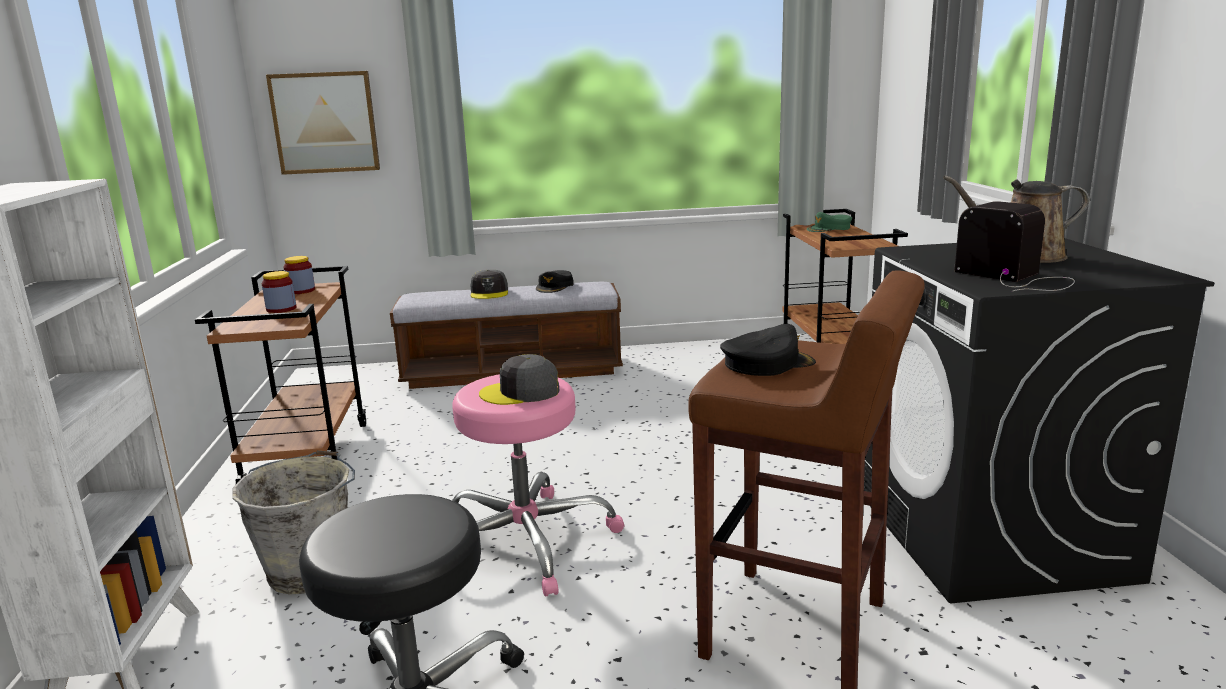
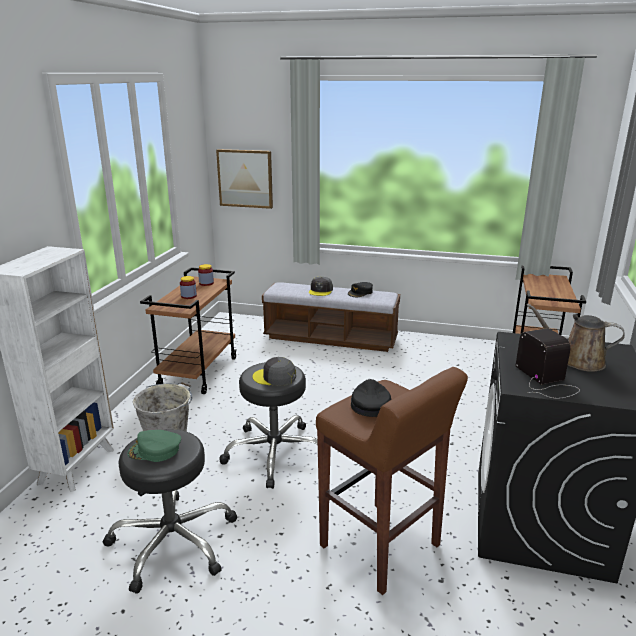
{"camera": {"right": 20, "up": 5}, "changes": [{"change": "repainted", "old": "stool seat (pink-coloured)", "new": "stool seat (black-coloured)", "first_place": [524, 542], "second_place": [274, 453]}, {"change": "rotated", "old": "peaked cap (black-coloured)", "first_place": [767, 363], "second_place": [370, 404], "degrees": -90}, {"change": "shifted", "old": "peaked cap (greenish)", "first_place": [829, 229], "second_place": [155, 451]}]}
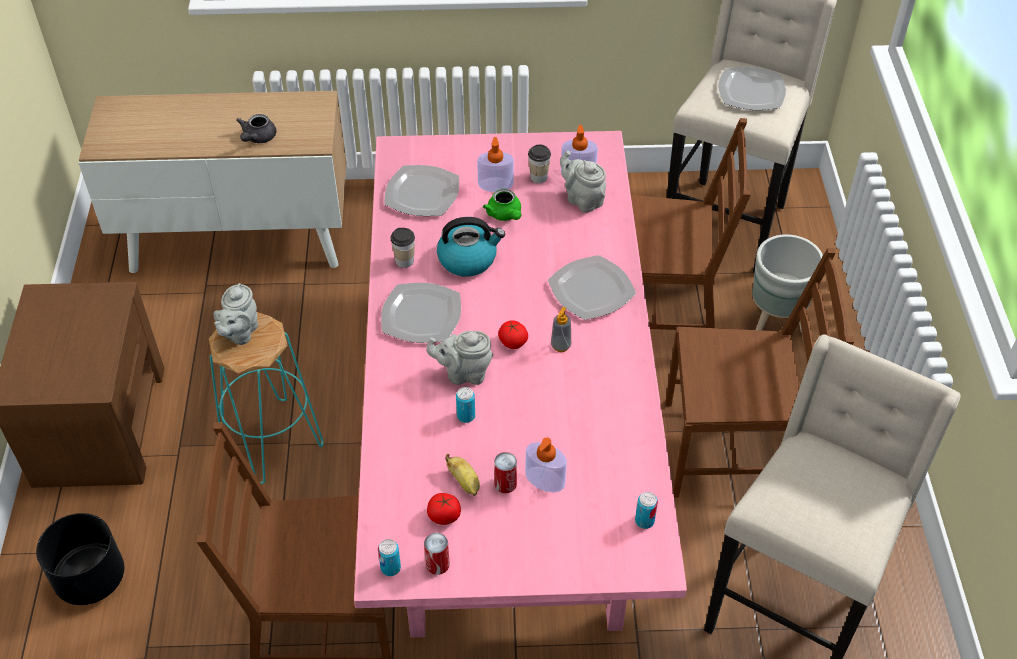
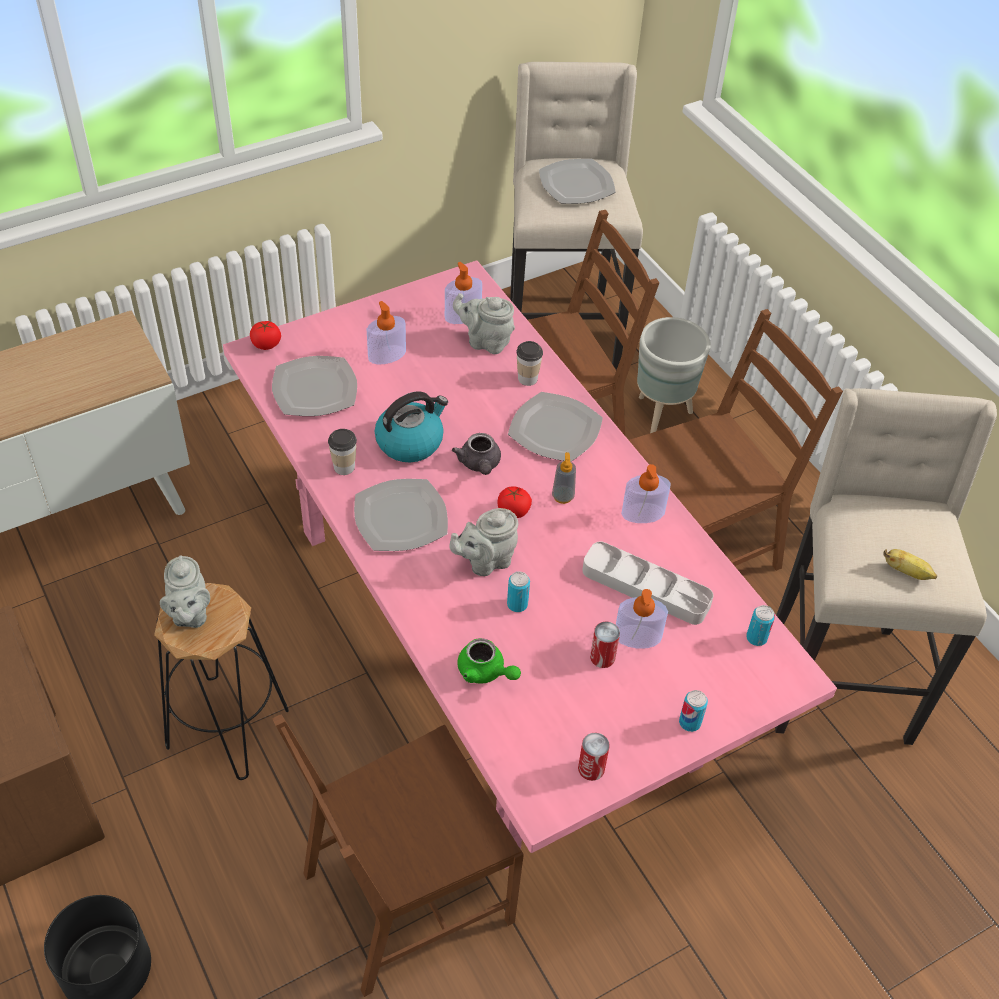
{"camera": {"right": -30, "up": 0}, "changes": [{"change": "repainted", "old": "stool seat (turquoise)", "new": "stool seat (black-coloured)", "first_place": [272, 440], "second_place": [228, 726]}, {"change": "shifted", "old": "teapot (gray)", "first_place": [257, 138], "second_place": [479, 464]}, {"change": "shifted", "old": "metal can", "first_place": [390, 568], "second_place": [689, 722]}, {"change": "shifted", "old": "tomato", "first_place": [444, 516], "second_place": [266, 344]}, {"change": "shifted", "old": "banana", "first_place": [465, 482], "second_place": [907, 572]}, {"change": "shifted", "old": "teapot (greenish)", "first_place": [505, 215], "second_place": [485, 672]}, {"change": "shifted", "old": "drinking cup", "first_place": [538, 177], "second_place": [527, 378]}, {"change": "new", "new": "carrying tray (gray)", "second_place": [645, 587]}, {"change": "new", "new": "soap dispenser", "second_place": [643, 513]}]}
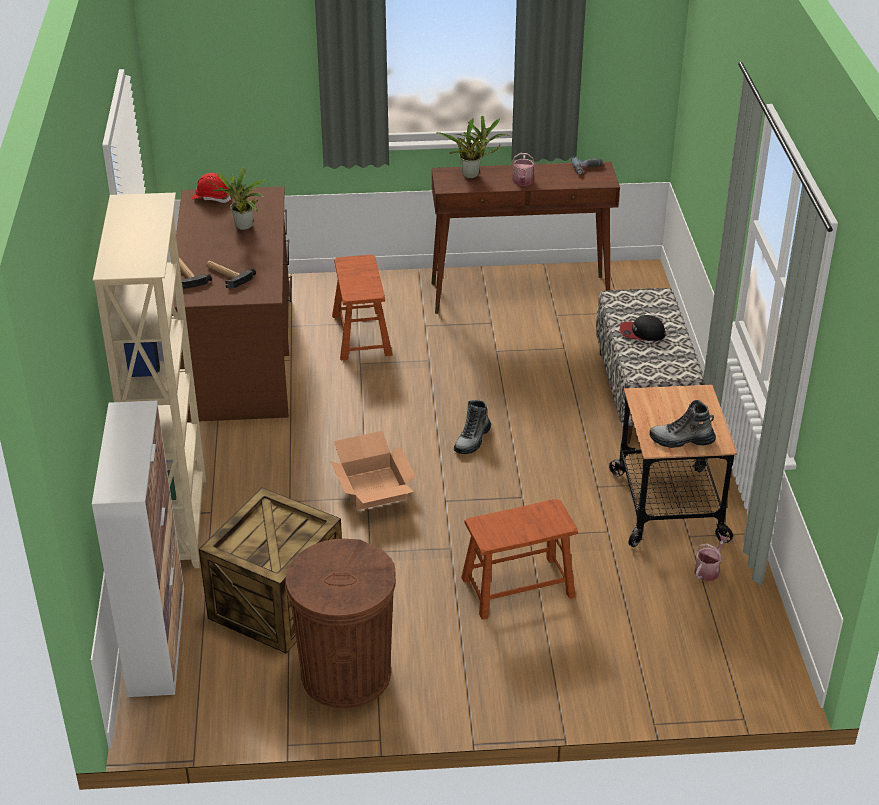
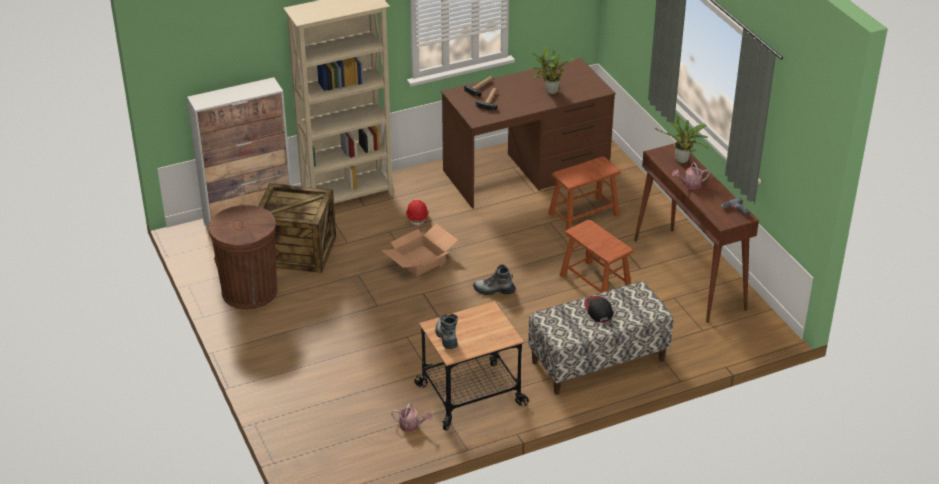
{"camera": {"right": 70, "up": 0}, "changes": [{"change": "shifted", "old": "work helmet (reddish)", "first_place": [212, 198], "second_place": [417, 217]}, {"change": "shifted", "old": "stool seat (brownish)", "first_place": [518, 587], "second_place": [595, 283]}]}
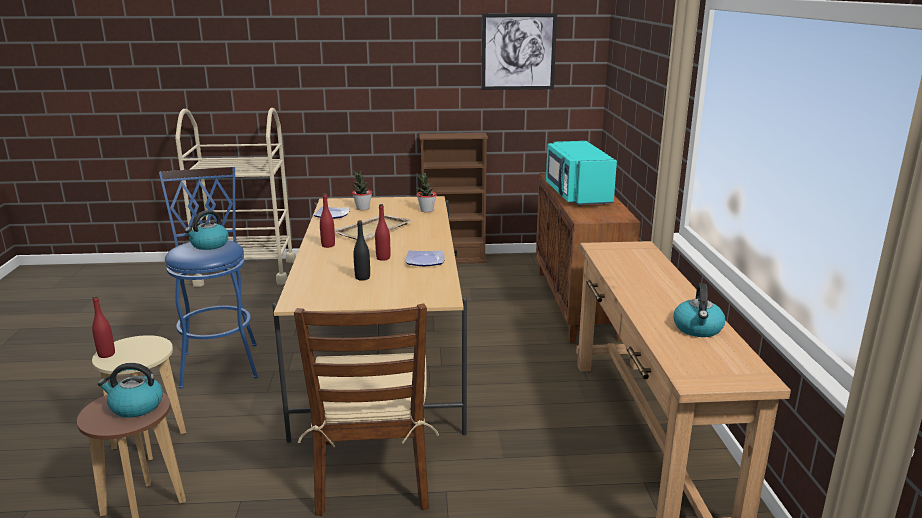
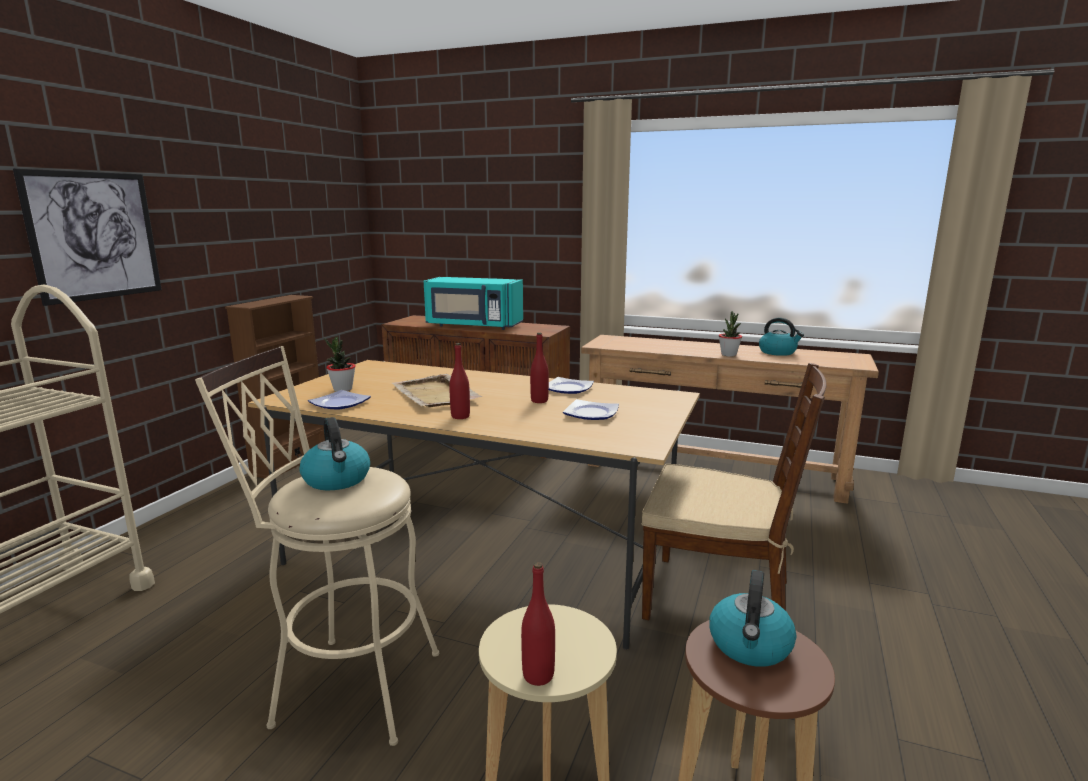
{"camera": {"right": -65, "up": -5}, "changes": [{"change": "repainted", "old": "stool seat (blue-coloured)", "new": "stool seat (sand-coloured)", "first_place": [220, 361], "second_place": [345, 685]}, {"change": "swapped", "old": "beverage bottle (black-coloured)", "new": "dinner plate", "first_place": [362, 278], "second_place": [591, 414]}, {"change": "shifted", "old": "potted plant", "first_place": [426, 210], "second_place": [728, 355]}, {"change": "shifted", "old": "wall art", "first_place": [518, 52], "second_place": [94, 236]}]}
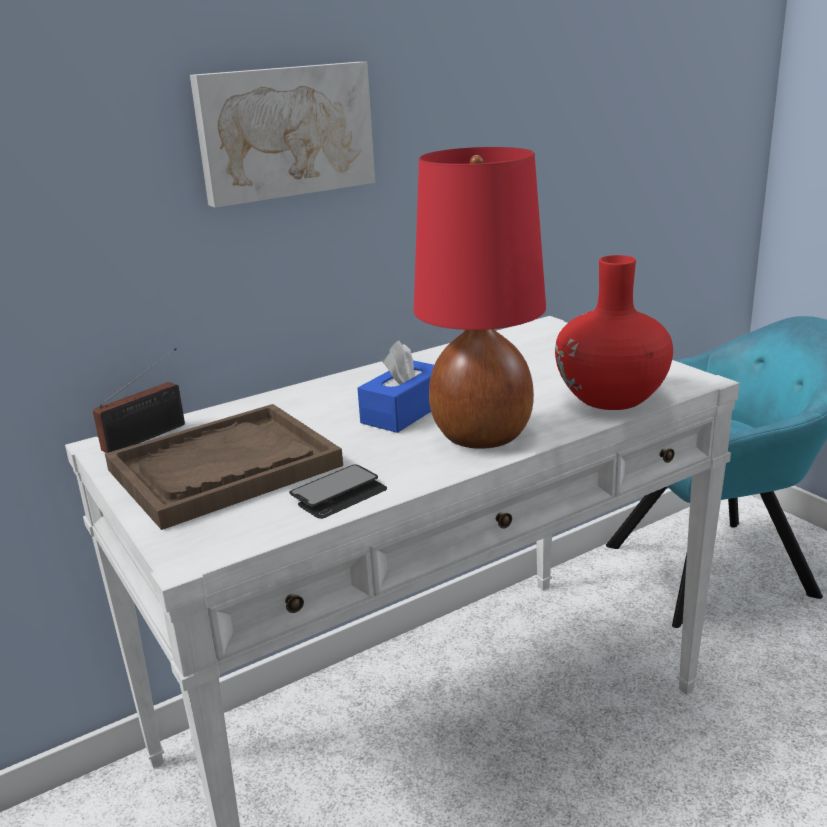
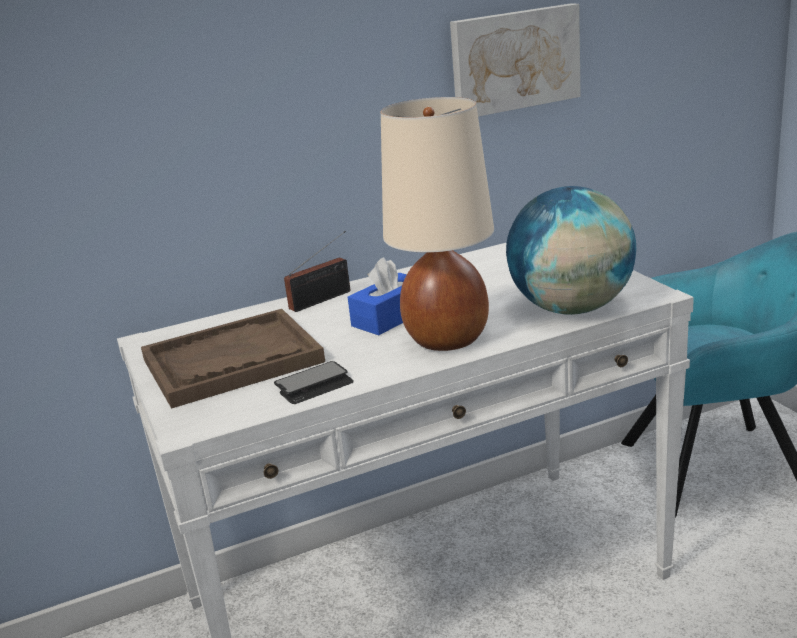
{"camera": {"right": 10, "up": 0}, "changes": [{"change": "shifted", "old": "radio receiver", "first_place": [149, 436], "second_place": [324, 299]}, {"change": "shifted", "old": "wall art", "first_place": [284, 131], "second_place": [514, 60]}, {"change": "repainted", "old": "table lamp (reddish)", "new": "table lamp (sand-coloured)", "first_place": [482, 436], "second_place": [447, 340]}, {"change": "swapped", "old": "decorative vase (reddish)", "new": "desk globe", "first_place": [610, 398], "second_place": [571, 309]}]}
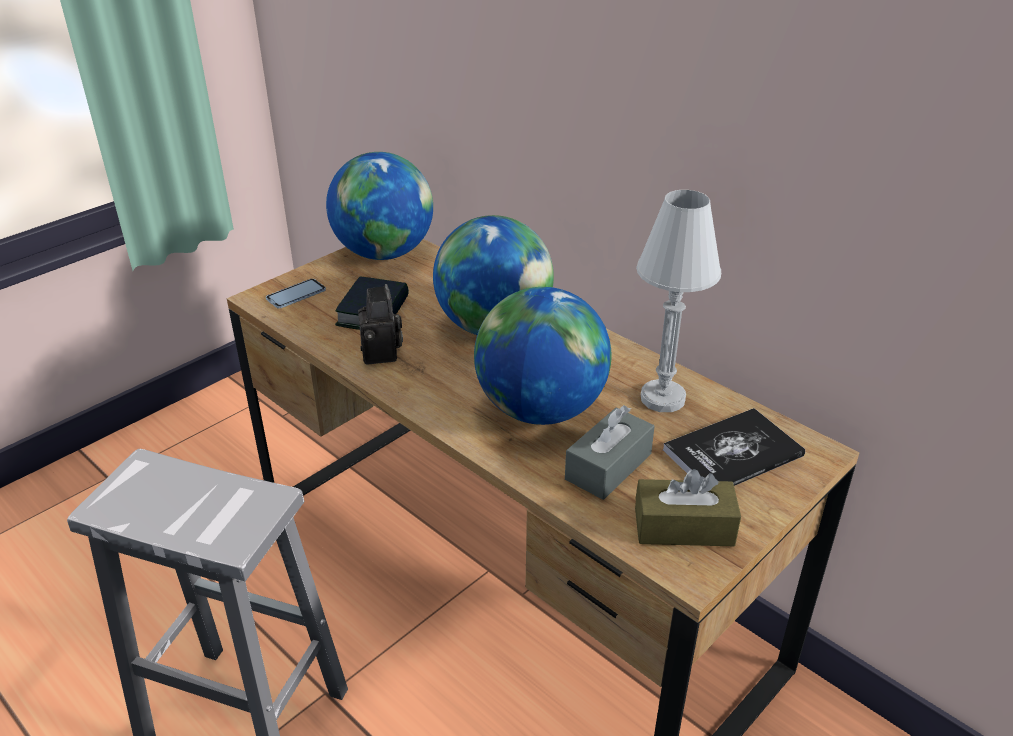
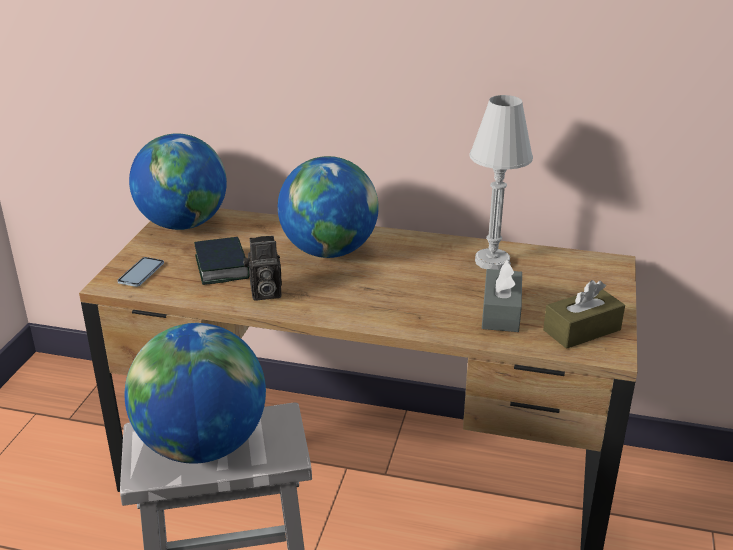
{"camera": {"right": -30, "up": -5}, "changes": [{"change": "rotated", "old": "still camera", "first_place": [382, 355], "second_place": [264, 293], "degrees": 120}, {"change": "shifted", "old": "desk globe", "first_place": [540, 410], "second_place": [202, 445]}, {"change": "gone", "old": "volume", "first_place": [733, 453]}]}
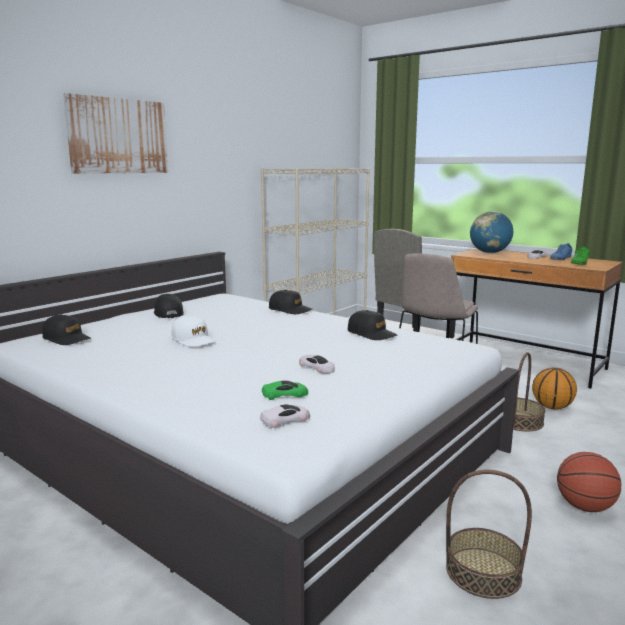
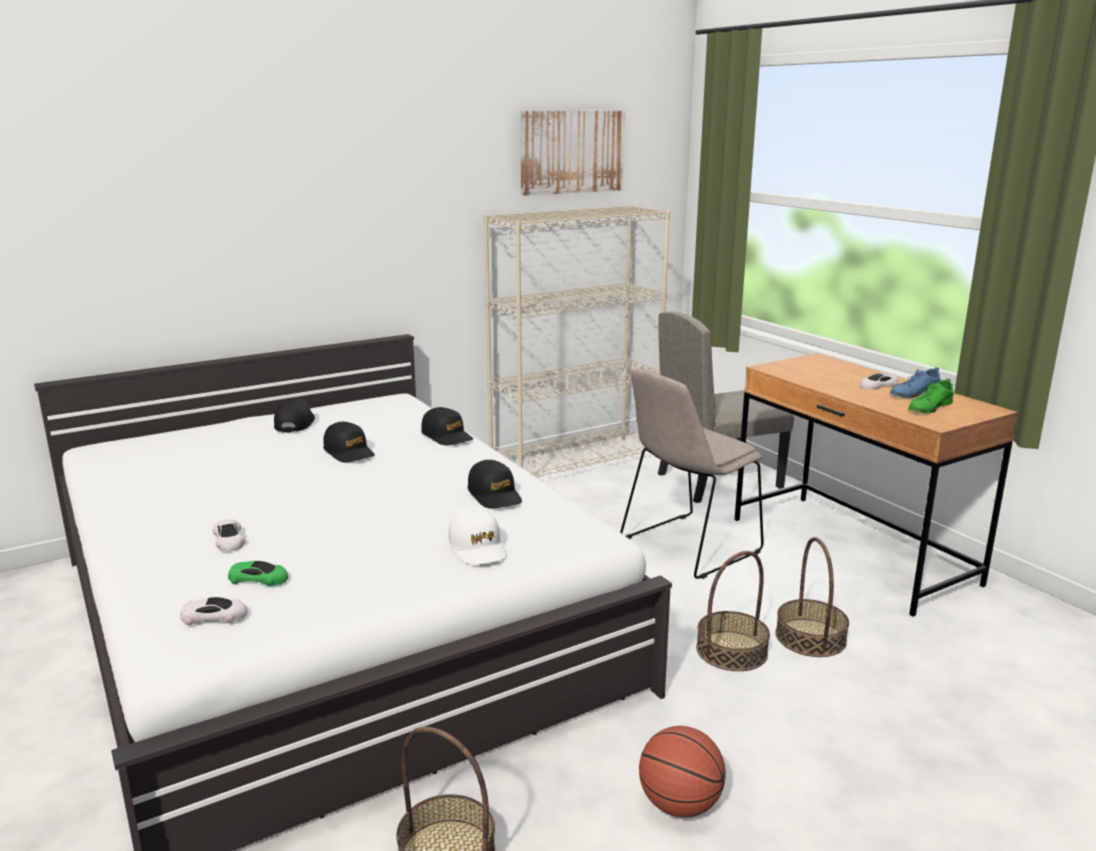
{"camera": {"right": 20, "up": 5}, "changes": [{"change": "shifted", "old": "peaked cap (black-coloured)", "first_place": [67, 339], "second_place": [349, 452]}, {"change": "shifted", "old": "wall art", "first_place": [118, 136], "second_place": [571, 152]}, {"change": "shifted", "old": "peaked cap (whitish)", "first_place": [193, 340], "second_place": [478, 547]}, {"change": "shifted", "old": "model car (whitish)", "first_place": [317, 367], "second_place": [229, 540]}, {"change": "gone", "old": "desk globe", "first_place": [489, 253]}, {"change": "swapped", "old": "basketball ball", "new": "basket", "first_place": [552, 407], "second_place": [810, 637]}]}
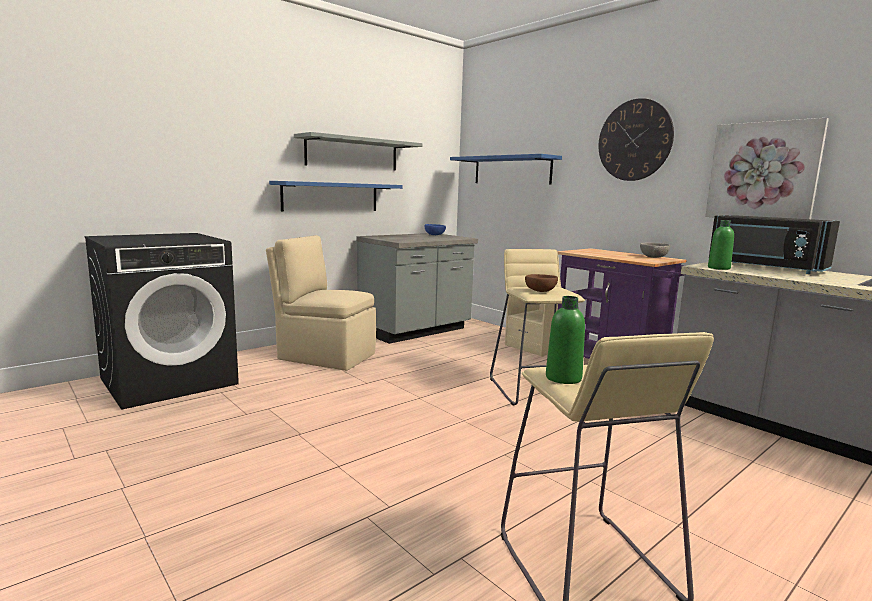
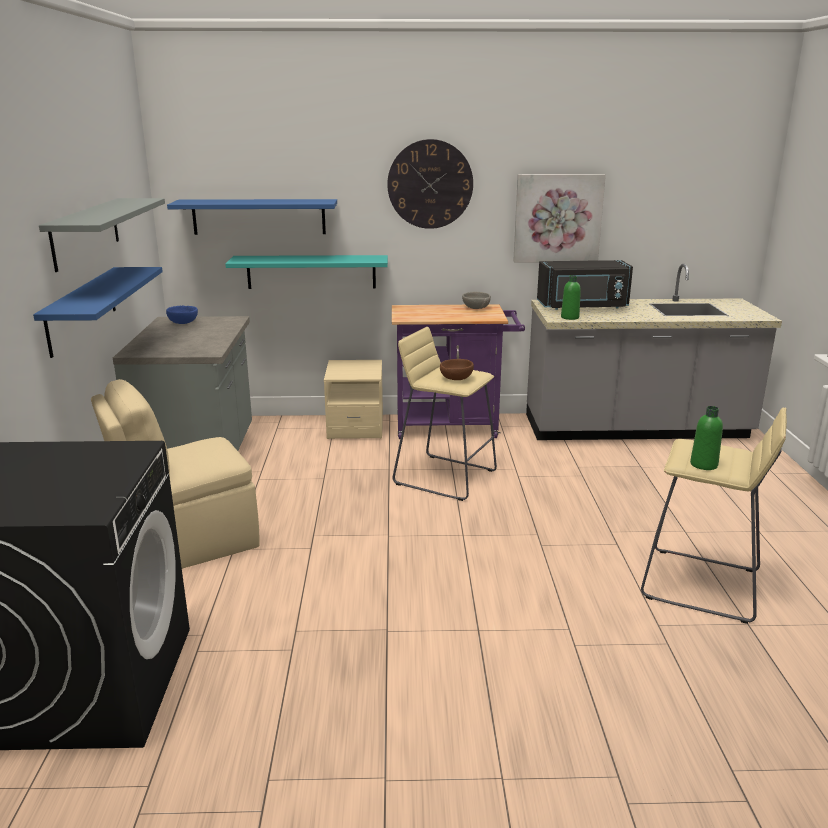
{"camera": {"right": -50, "up": 10}, "changes": [{"change": "new", "new": "bracket shelf (turquoise)", "second_place": [311, 272]}]}
